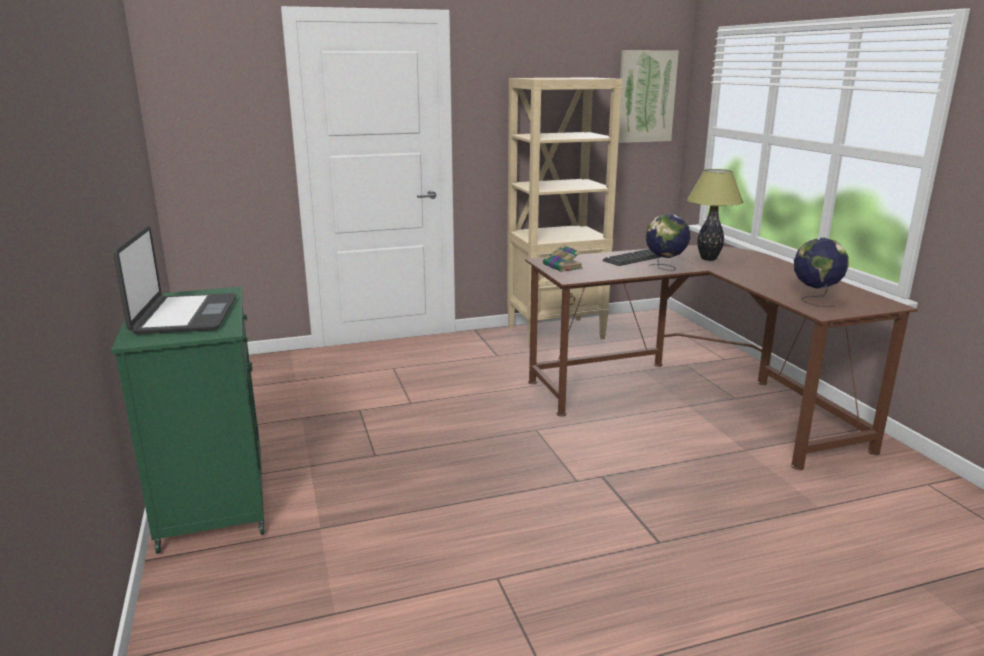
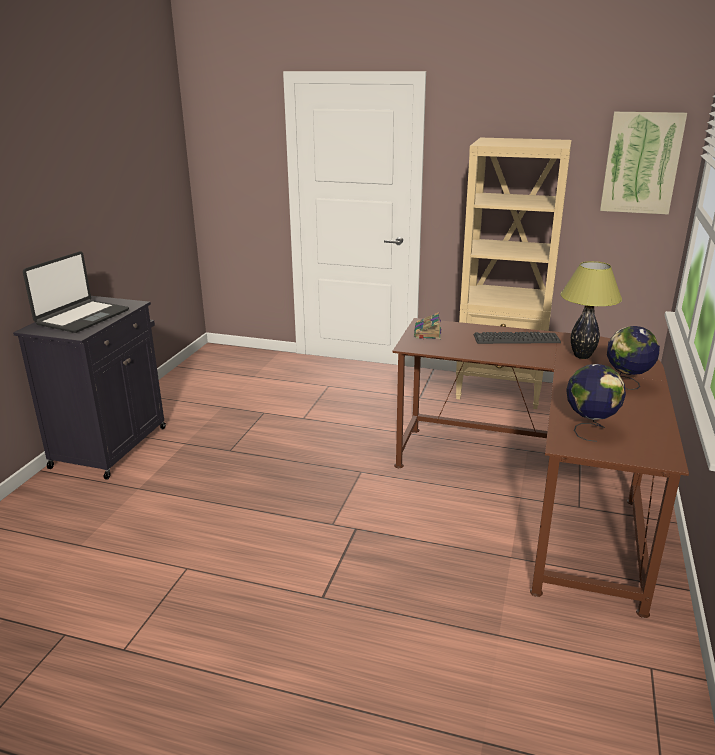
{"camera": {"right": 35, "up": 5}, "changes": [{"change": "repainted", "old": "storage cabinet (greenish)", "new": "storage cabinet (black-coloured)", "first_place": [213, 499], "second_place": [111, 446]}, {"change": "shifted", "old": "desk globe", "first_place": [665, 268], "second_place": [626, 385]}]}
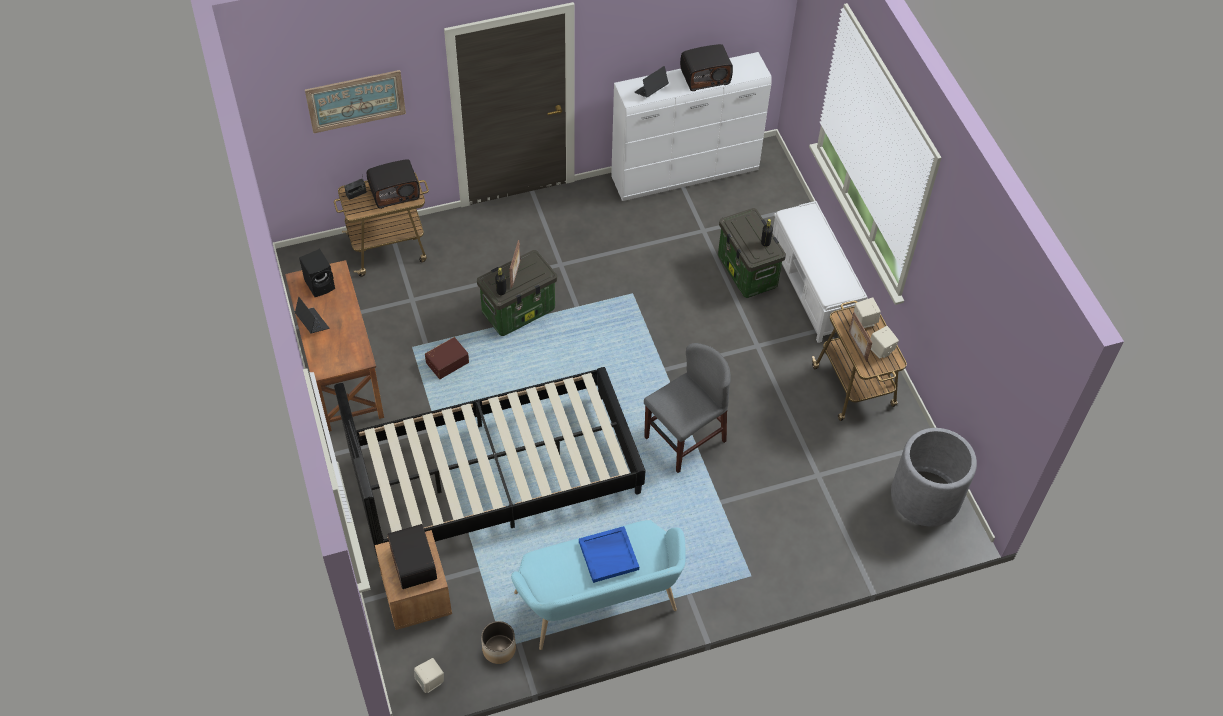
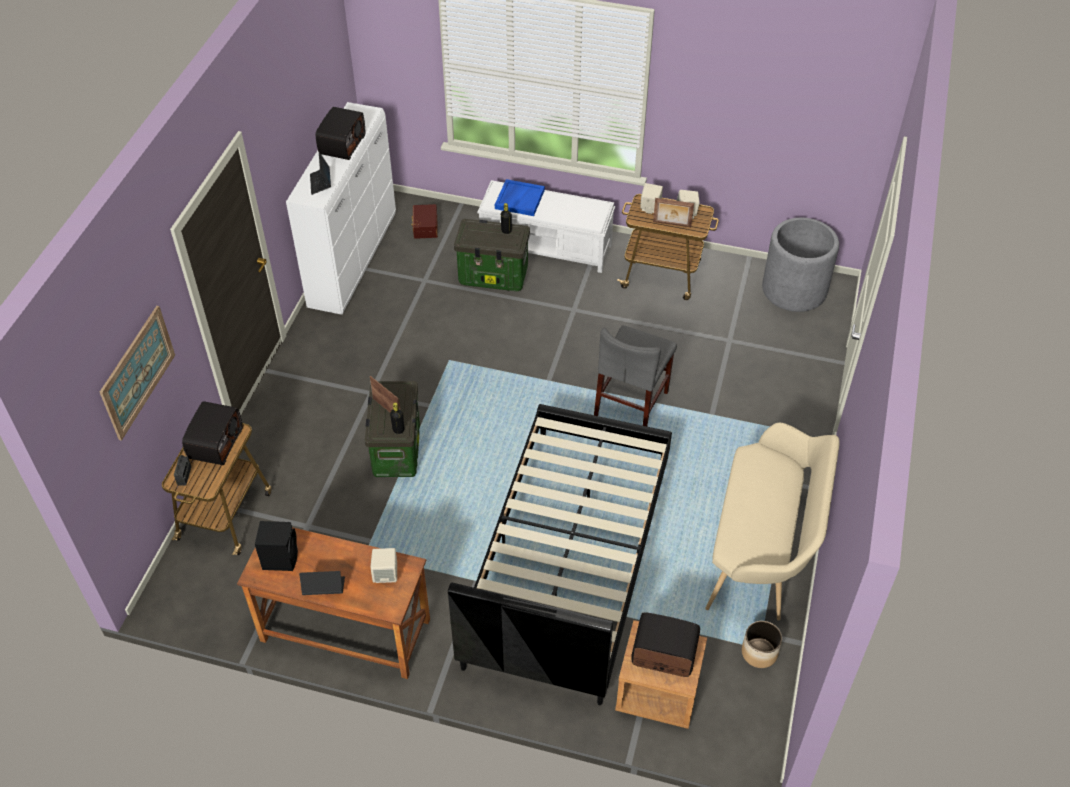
{"camera": {"right": -55, "up": -5}, "changes": [{"change": "shifted", "old": "speaker (sand-coloured)", "first_place": [430, 681], "second_place": [386, 574]}, {"change": "shifted", "old": "storage container (brownish)", "first_place": [446, 362], "second_place": [424, 227]}, {"change": "repainted", "old": "indoor bench (turquoise)", "new": "indoor bench (sand-coloured)", "first_place": [600, 607], "second_place": [762, 552]}, {"change": "shifted", "old": "carrying tray (blue-coloured)", "first_place": [609, 555], "second_place": [519, 199]}, {"change": "rotated", "old": "upright chair (gray)", "first_place": [685, 439], "second_place": [631, 405], "degrees": -150}]}
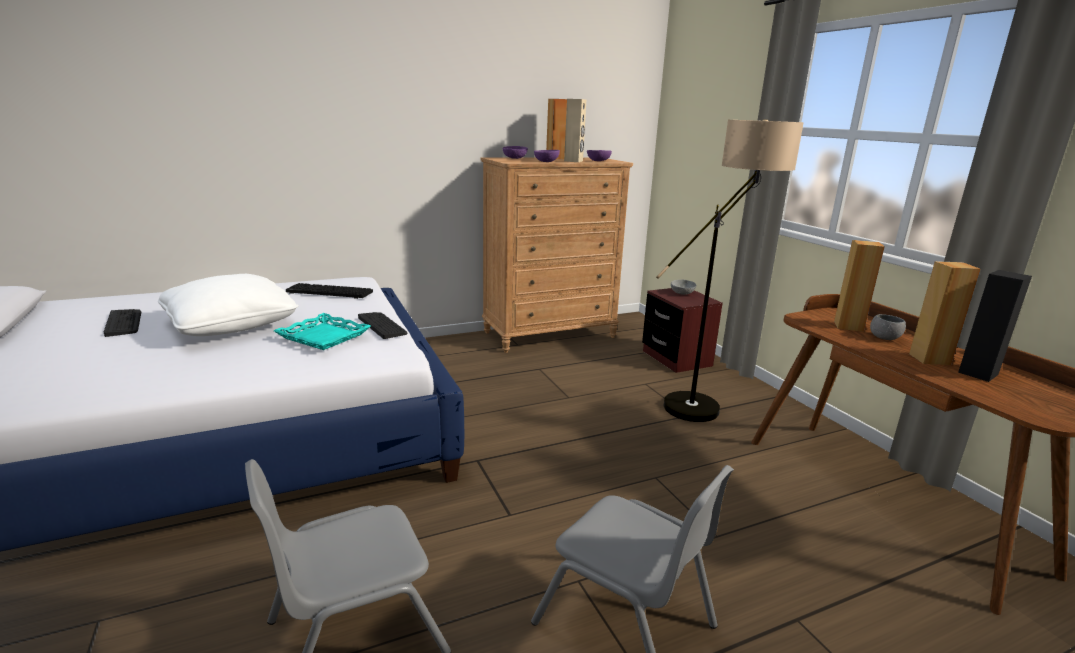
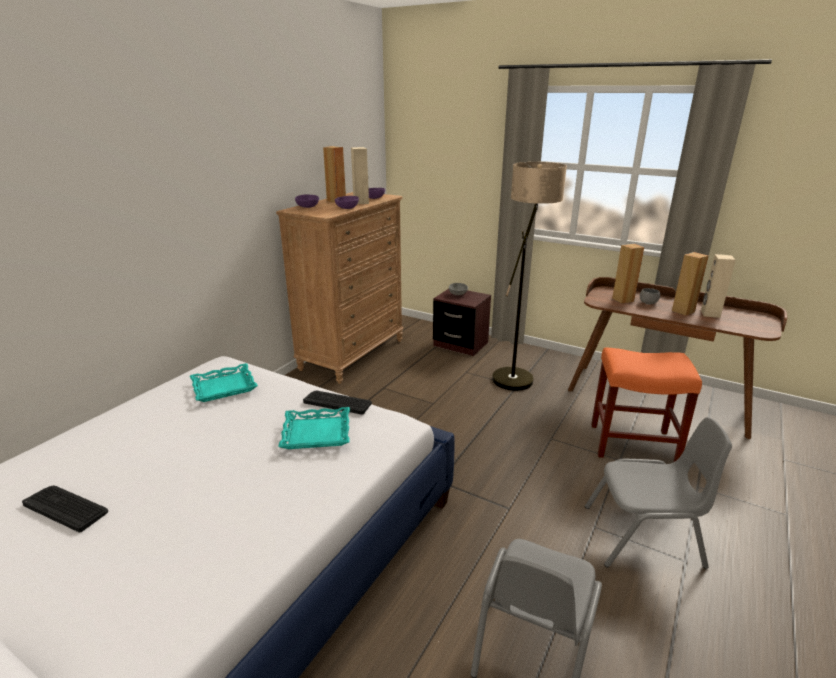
{"camera": {"right": -35, "up": 5}, "changes": [{"change": "gone", "old": "cushion (whitish)", "first_place": [231, 324]}, {"change": "swapped", "old": "PC keyboard", "new": "carrying tray (turquoise)", "first_place": [328, 293], "second_place": [224, 387]}, {"change": "repainted", "old": "speaker (black-coloured)", "new": "speaker (sand-coloured)", "first_place": [977, 373], "second_place": [709, 314]}, {"change": "new", "new": "stool seat (orange)", "second_place": [631, 444]}]}
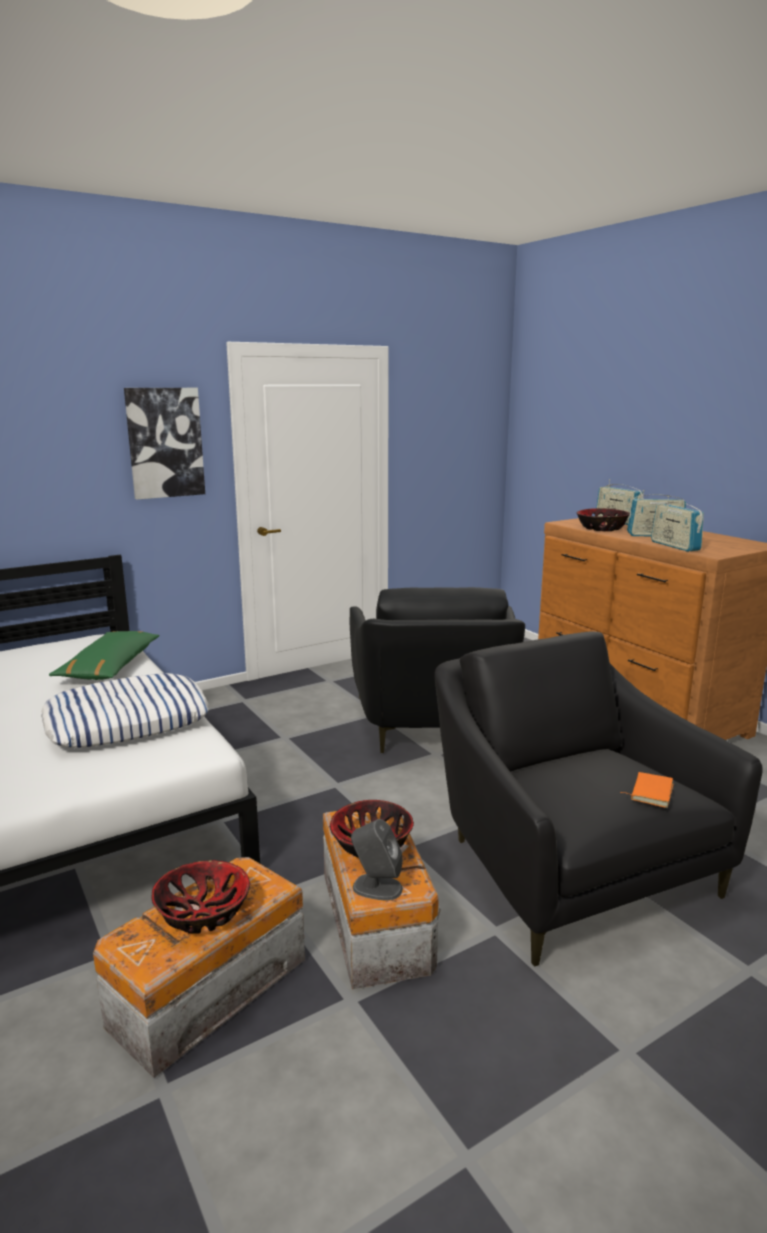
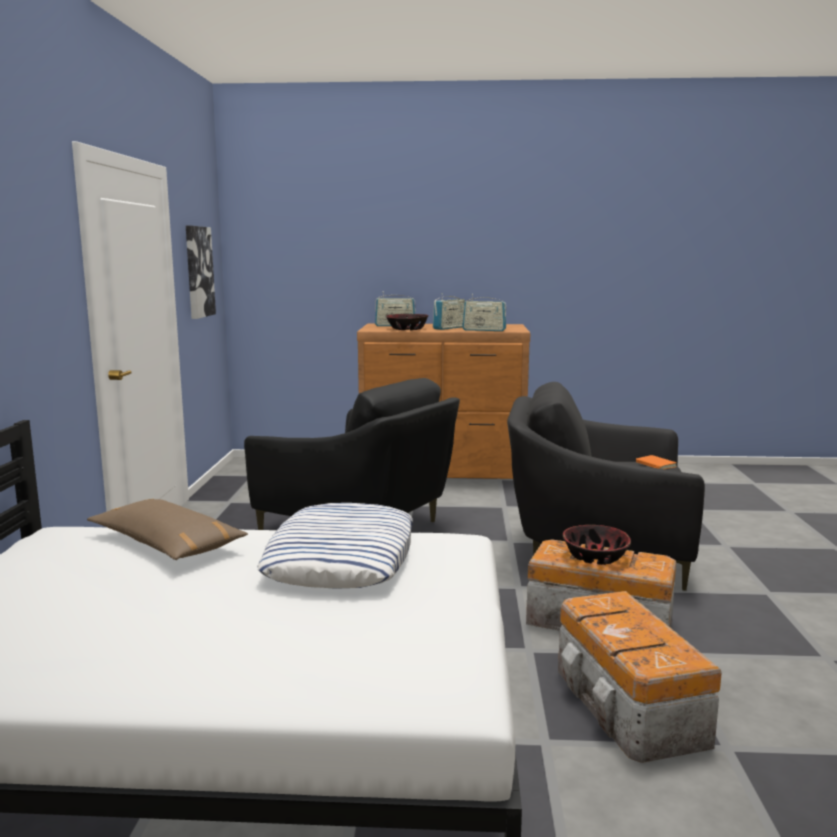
{"camera": {"right": -55, "up": -5}, "changes": [{"change": "repainted", "old": "cushion (greenish)", "new": "cushion (brownish)", "first_place": [110, 667], "second_place": [167, 544]}, {"change": "shifted", "old": "wall art", "first_place": [165, 443], "second_place": [198, 272]}, {"change": "gone", "old": "deep dish", "first_place": [203, 913]}, {"change": "gone", "old": "speaker (gray)", "first_place": [376, 887]}]}
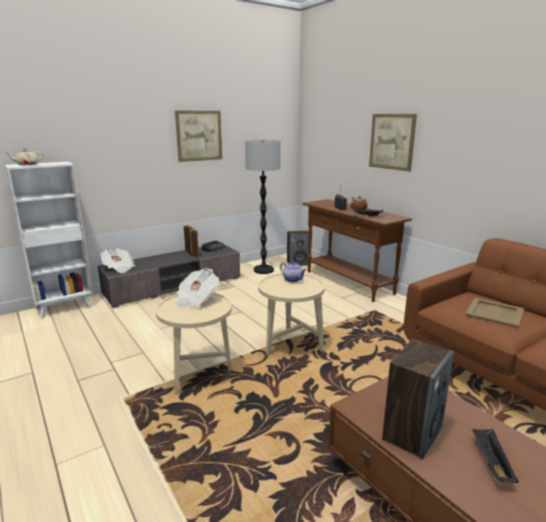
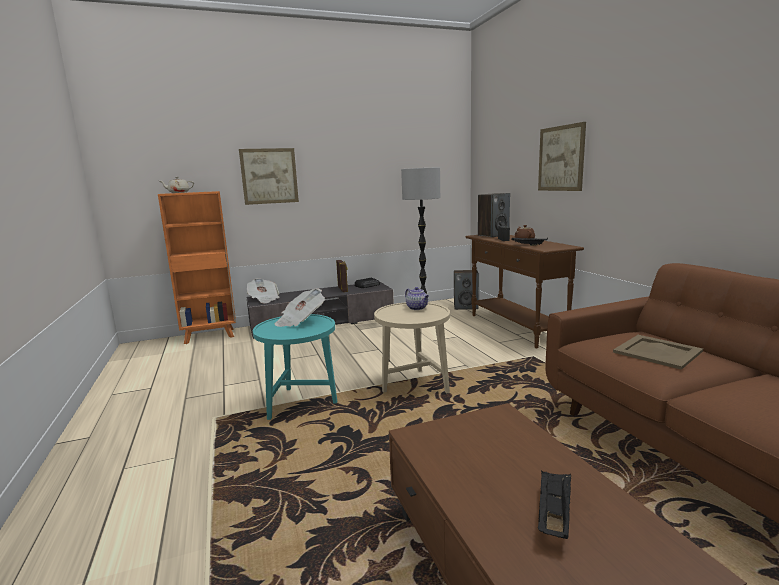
{"camera": {"right": 15, "up": -5}, "changes": [{"change": "repainted", "old": "bookcase (whitish)", "new": "bookcase (orange)", "first_place": [65, 307], "second_place": [211, 336]}, {"change": "repainted", "old": "end table (sand-coloured)", "new": "end table (turquoise)", "first_place": [198, 374], "second_place": [301, 403]}, {"change": "shifted", "old": "wall art", "first_place": [199, 136], "second_place": [269, 176]}, {"change": "shifted", "old": "speaker", "first_place": [412, 433], "second_place": [493, 235]}]}
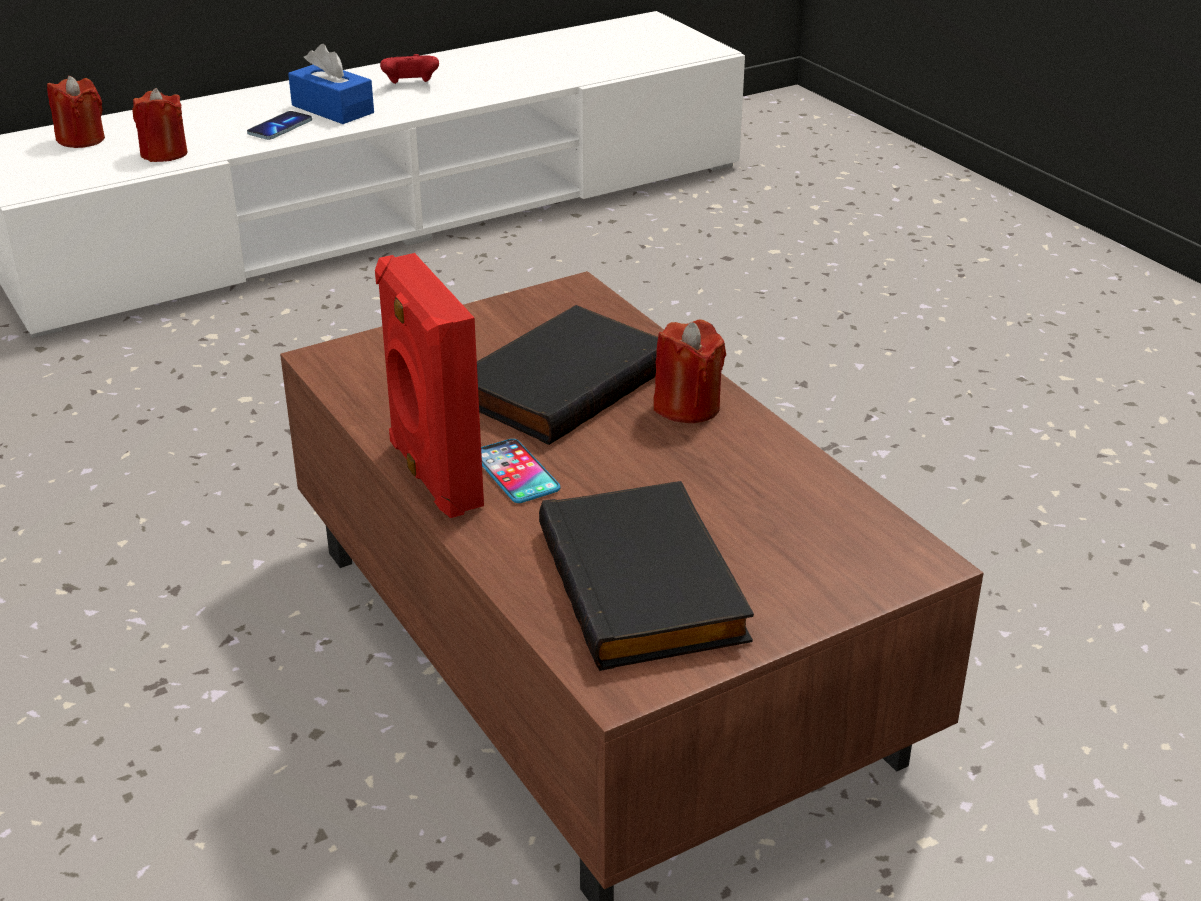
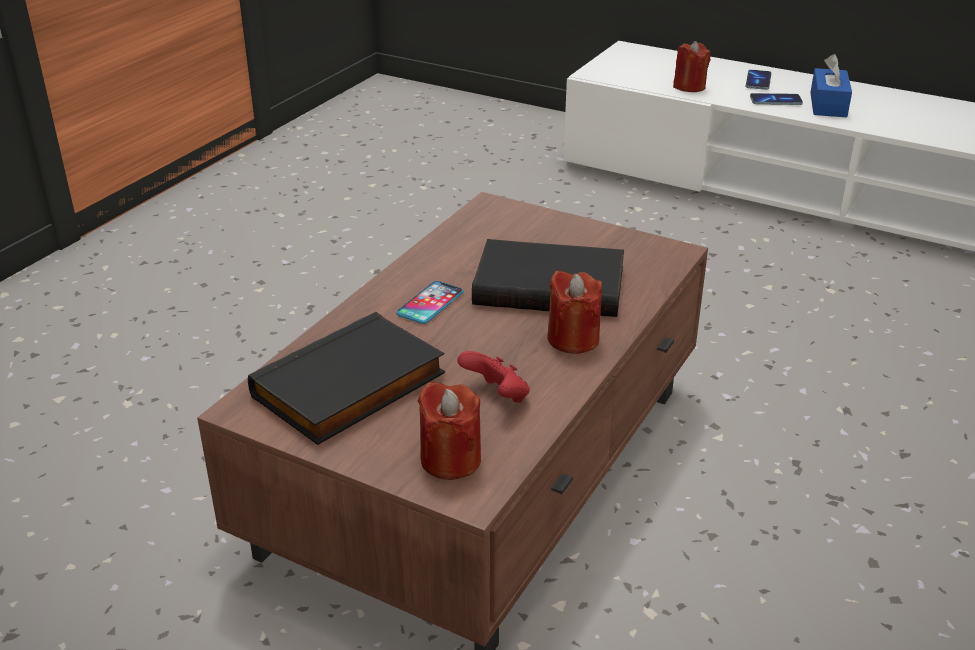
{"camera": {"right": 60, "up": 0}, "changes": [{"change": "shifted", "old": "wax light (reddish)", "first_place": [81, 139], "second_place": [450, 460]}, {"change": "gone", "old": "speaker (reddish)", "first_place": [432, 475]}, {"change": "shifted", "old": "joypad (reddish)", "first_place": [410, 85], "second_place": [497, 396]}, {"change": "new", "new": "phone", "second_place": [758, 81]}]}
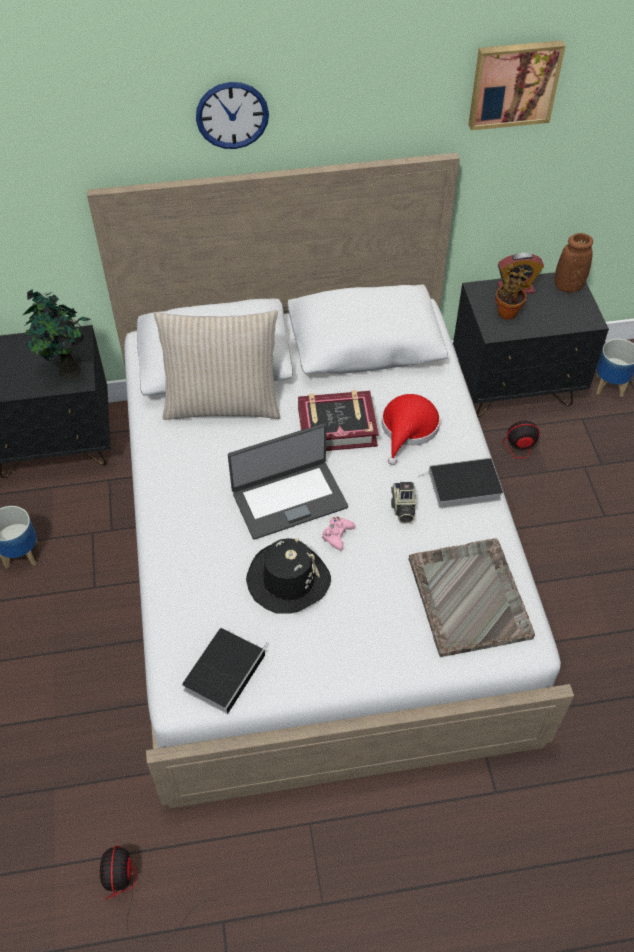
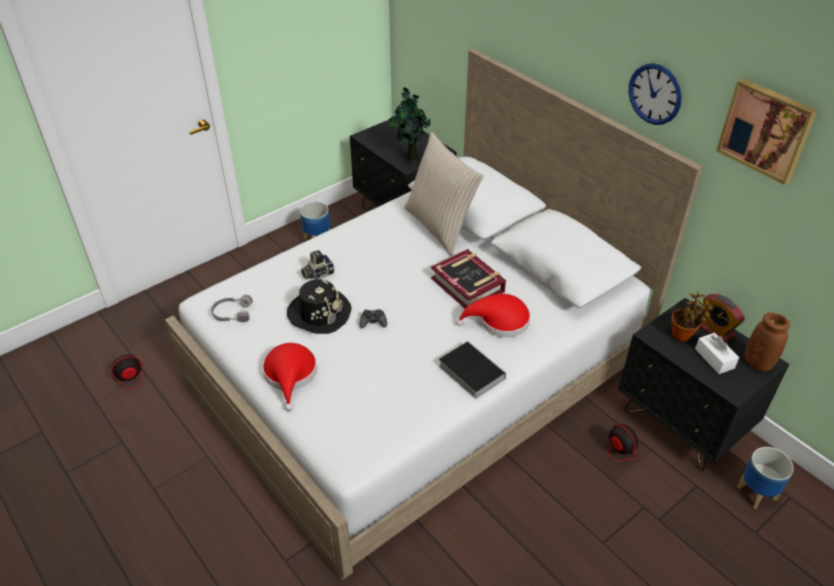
{"camera": {"right": 60, "up": -10}, "changes": [{"change": "swapped", "old": "volume", "new": "pair of headphones (gray)", "first_place": [225, 670], "second_place": [232, 313]}, {"change": "shifted", "old": "wall clock", "first_place": [232, 115], "second_place": [655, 94]}, {"change": "gone", "old": "laptop", "first_place": [289, 499]}, {"change": "repainted", "old": "joypad (pink-coloured)", "new": "joypad (black-coloured)", "first_place": [337, 535], "second_place": [373, 322]}, {"change": "shifted", "old": "still camera", "first_place": [402, 508], "second_place": [317, 273]}, {"change": "gone", "old": "carrying tray (gray)", "first_place": [468, 596]}, {"change": "new", "new": "clothing hat (reddish)", "second_place": [290, 375]}, {"change": "new", "new": "tissue box (whitish)", "second_place": [714, 358]}]}
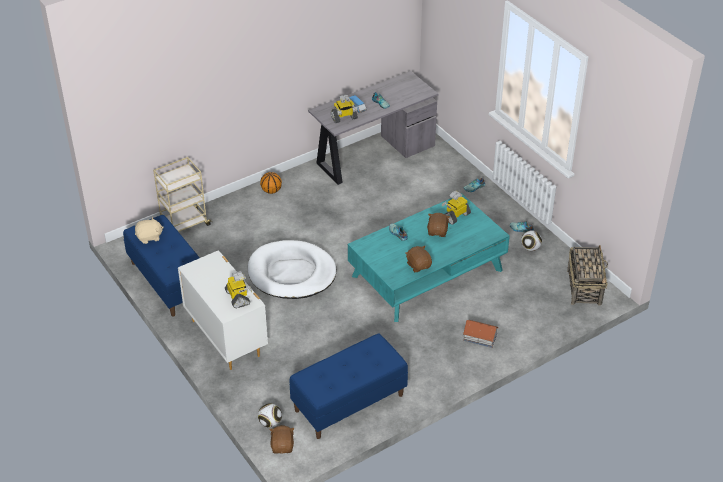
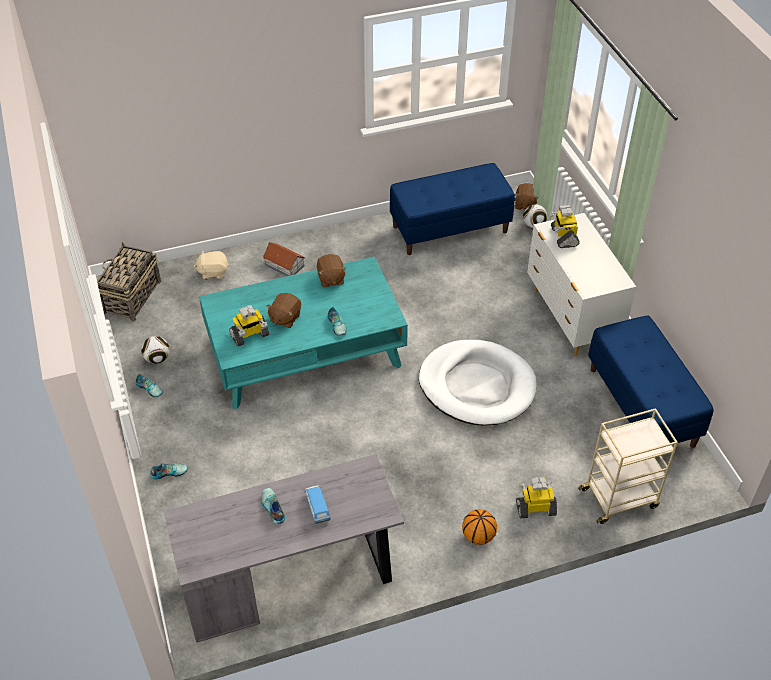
{"camera": {"right": -165, "up": 5}, "changes": [{"change": "shifted", "old": "cuddly toy (sand-coloured)", "first_place": [149, 237], "second_place": [213, 272]}, {"change": "shifted", "old": "robot figure", "first_place": [344, 118], "second_place": [535, 508]}]}
